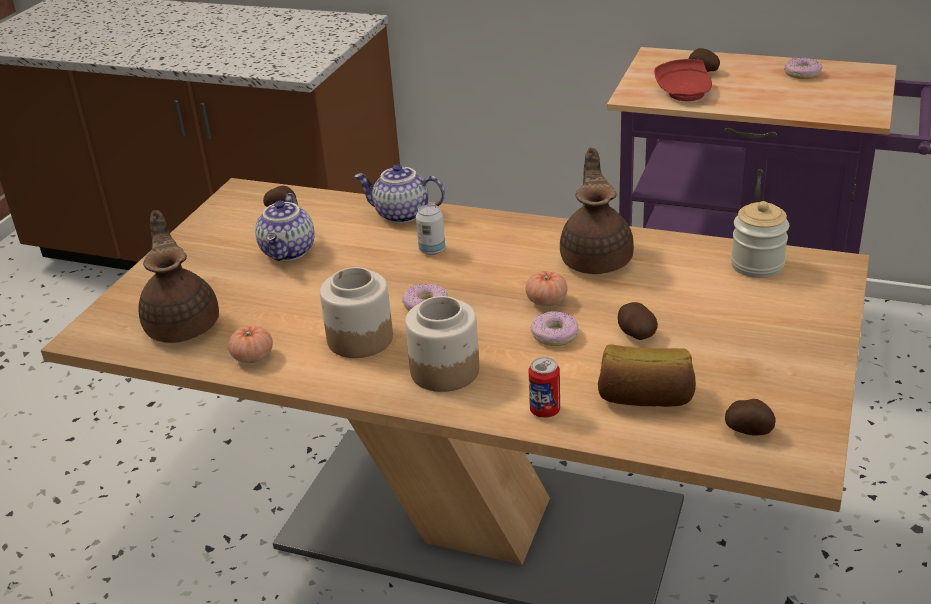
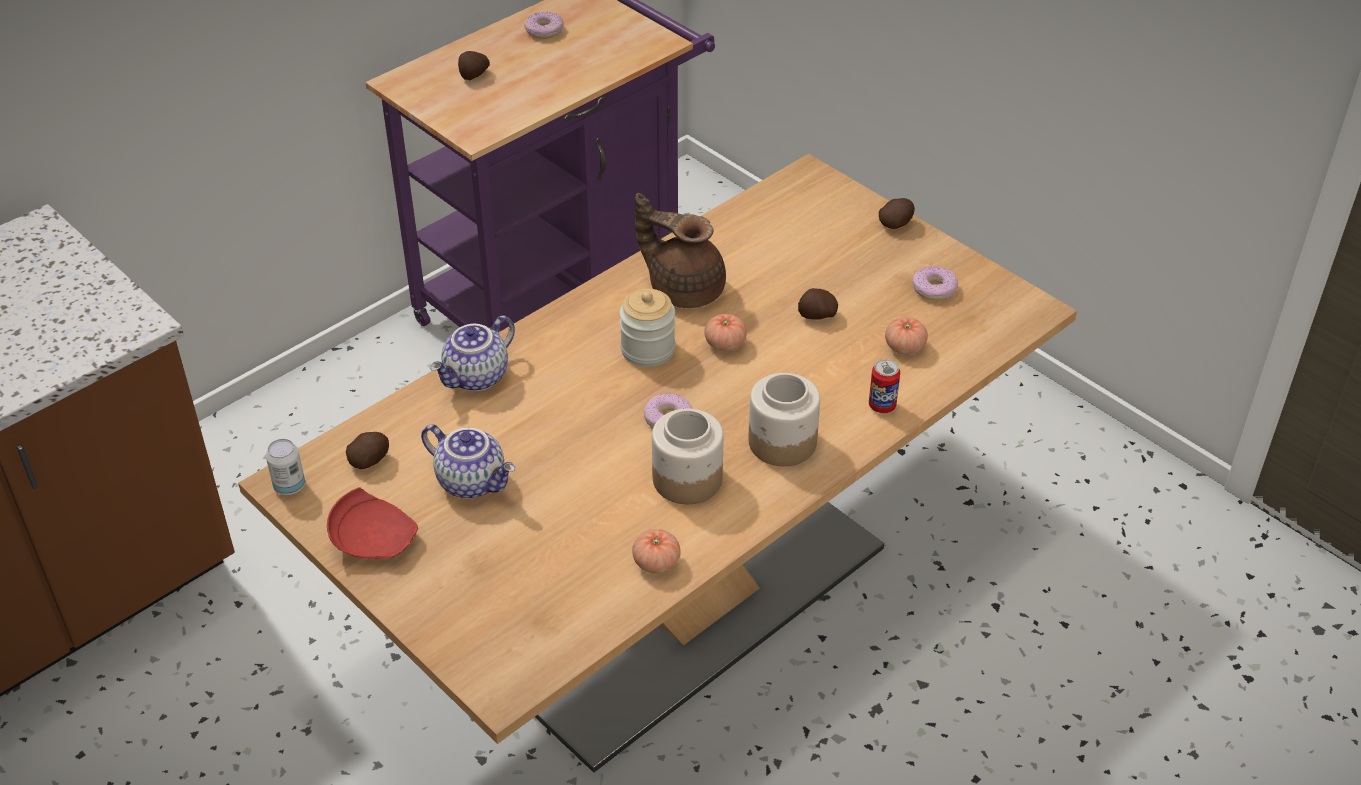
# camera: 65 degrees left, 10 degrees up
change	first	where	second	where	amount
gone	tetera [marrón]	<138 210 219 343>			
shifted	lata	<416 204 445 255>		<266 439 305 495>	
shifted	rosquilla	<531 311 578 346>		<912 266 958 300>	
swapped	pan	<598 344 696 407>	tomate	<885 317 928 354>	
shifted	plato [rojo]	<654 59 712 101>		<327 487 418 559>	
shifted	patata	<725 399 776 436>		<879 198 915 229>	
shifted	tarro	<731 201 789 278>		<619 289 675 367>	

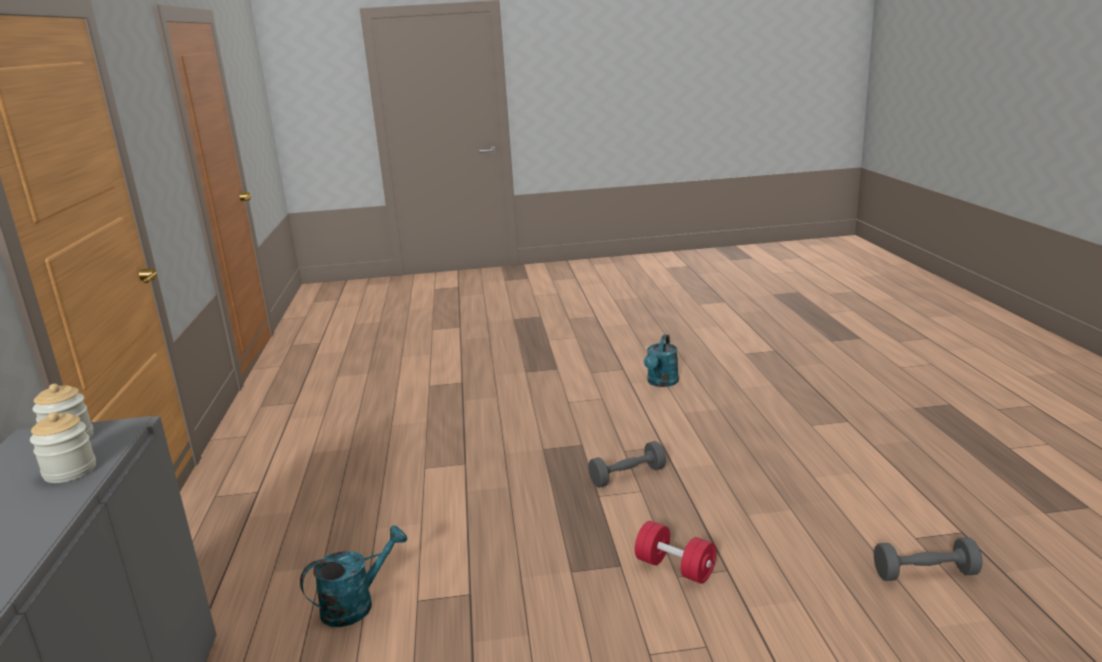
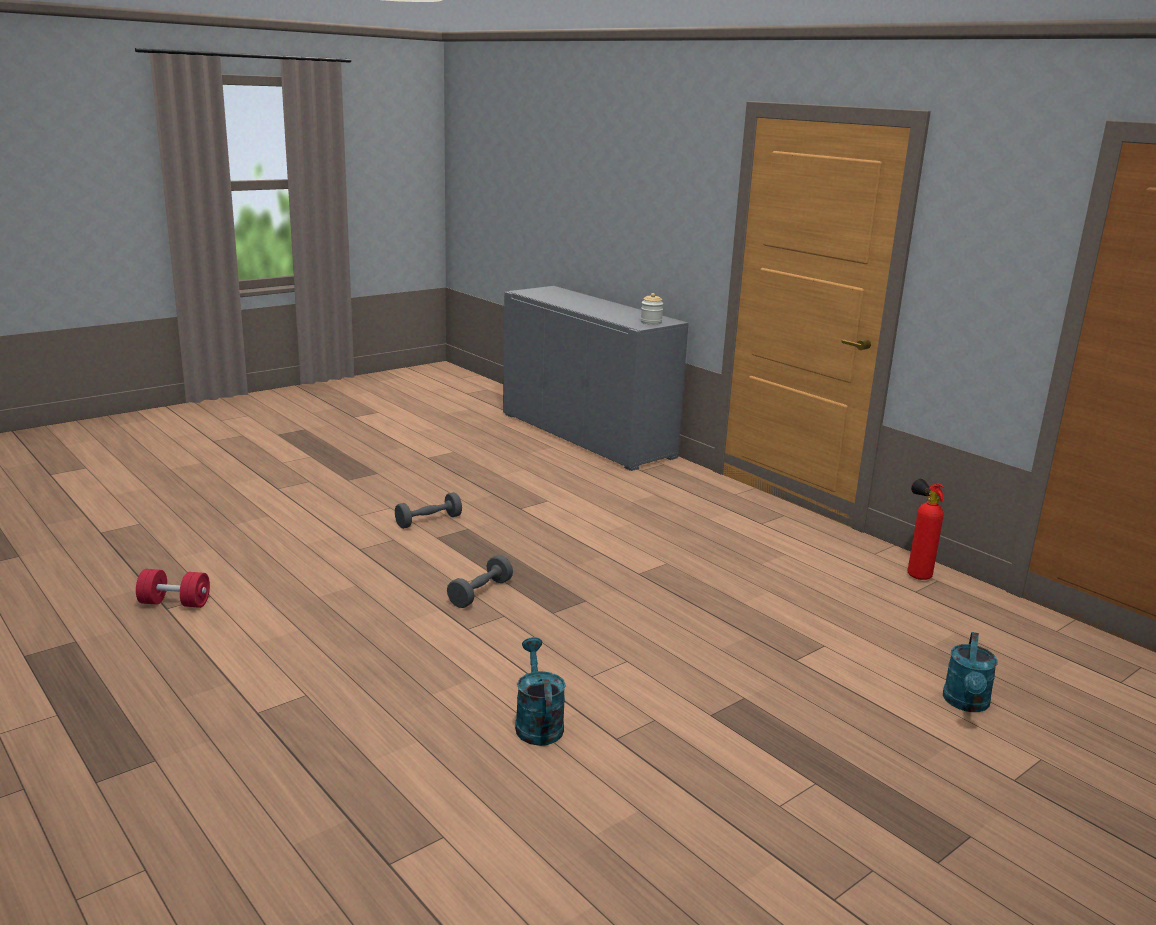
# camera: 145 degrees right, 0 degrees up
change	first	where	second	where	amount
gone	tarro	<30 412 96 483>			
shifted	regadera [turquesa]	<300 525 407 627>		<943 632 998 712>	
shifted	mancuerna [rojo]	<635 521 716 584>		<136 569 210 608>	
shifted	mancuerna [gris]	<874 537 982 581>		<395 492 462 529>	
new			extintor	<907 478 944 580>	

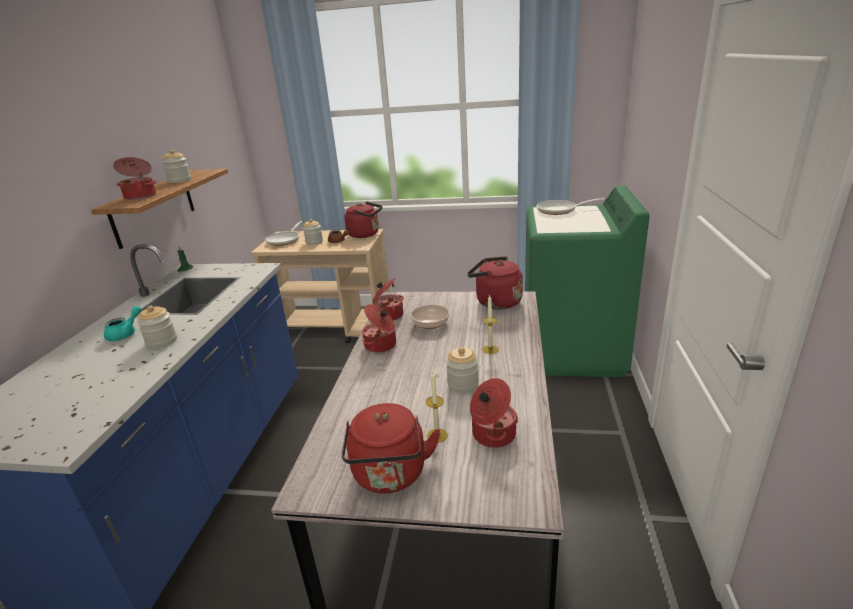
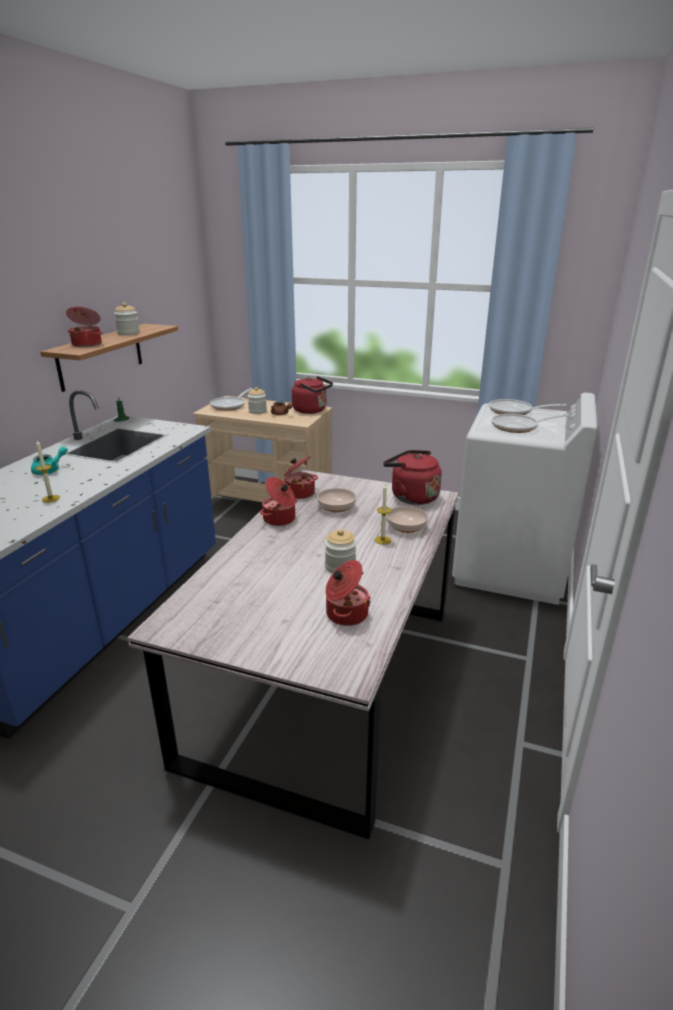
# camera: 10 degrees right, 0 degrees up
change	first	where	second	where	amount
gone	tarro	<137 306 177 349>			
gone	hervidor [rojo]	<342 403 440 494>			
shifted	vela	<426 371 448 443>		<36 440 60 503>	
repainted	lavadora [verde]	<525 185 650 377>	lavadora [blanco]	<452 393 598 605>	
new			cuenco	<386 506 429 533>	
new			sartén	<491 414 569 433>	

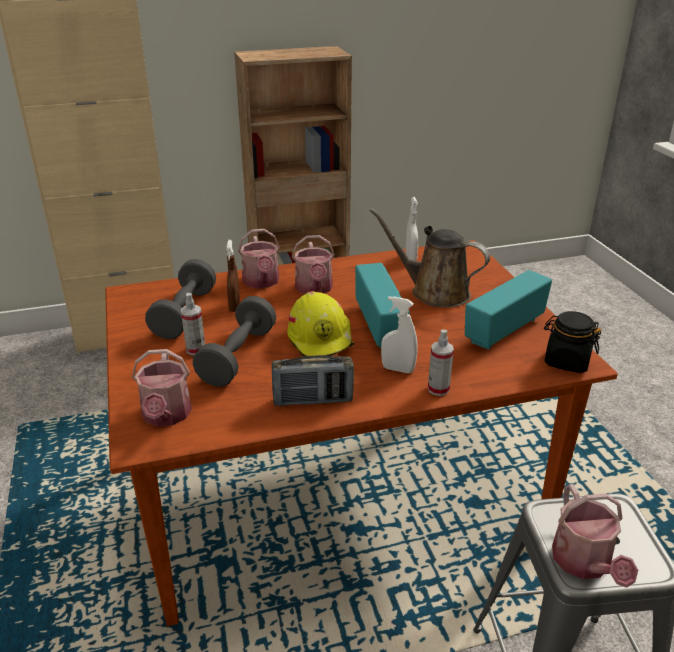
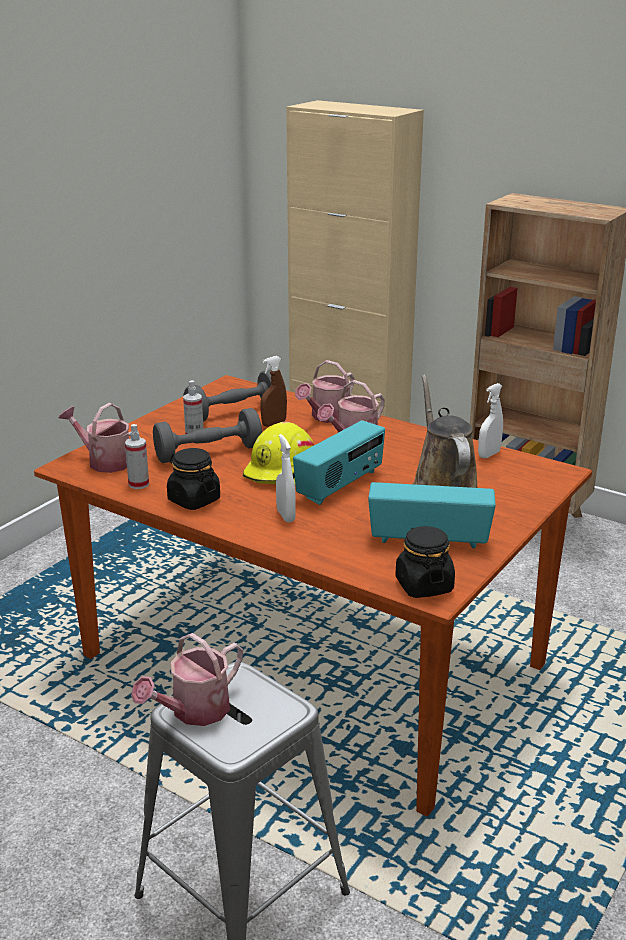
# camera: 50 degrees right, 5 degrees down
change	first	where	second	where	amount
rotated	regadera	<132 349 192 427>		<59 403 141 473>	75 degrees clockwise
swapped	radio	<272 355 354 406>	tarro [negro]	<167 448 220 510>	
shifted	pulverizador	<428 329 454 396>		<125 424 149 489>	

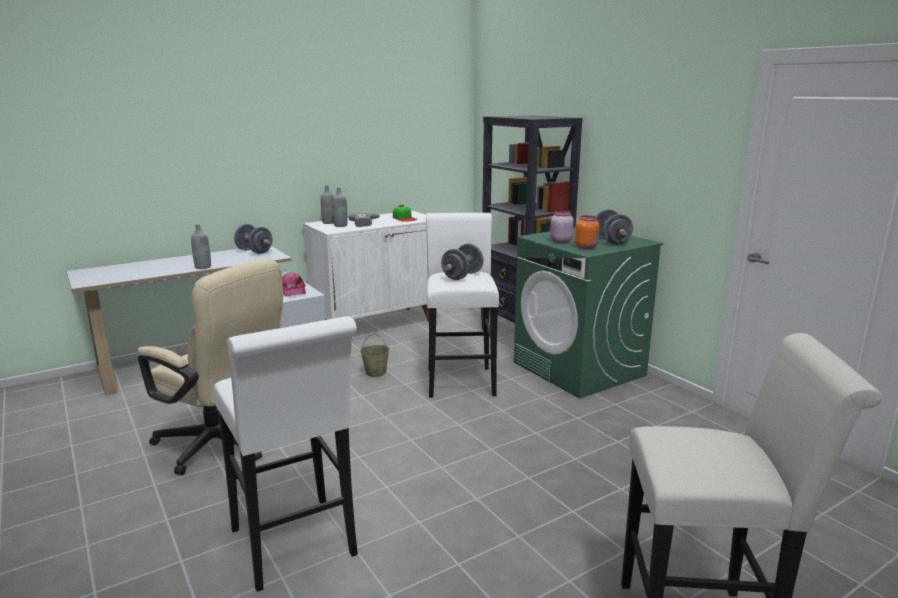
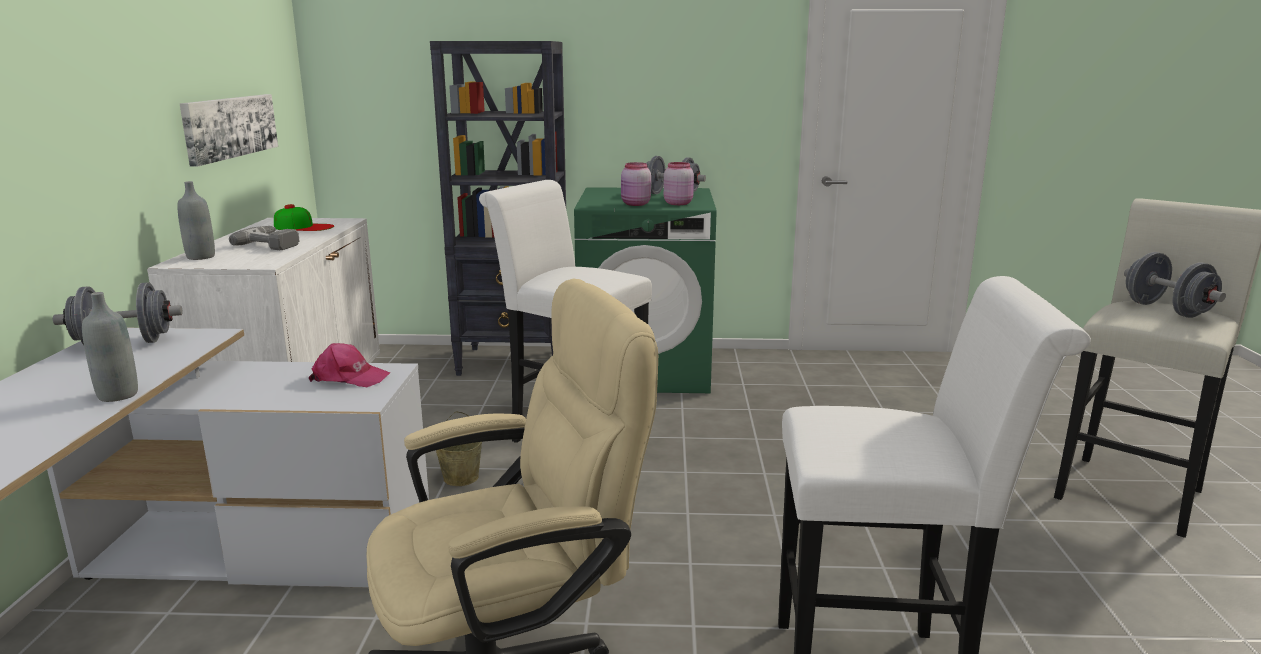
# camera: 55 degrees left, 0 degrees up
change	first	where	second	where	amount
gone	botella [gris]	<332 187 348 227>			
shifted	mancuerna [gris]	<441 243 483 280>		<1124 252 1226 318>	
repainted	tarro [naranja]	<575 215 599 249>	tarro [rosa]	<664 162 694 205>	
new			cuadro	<180 94 278 167>	

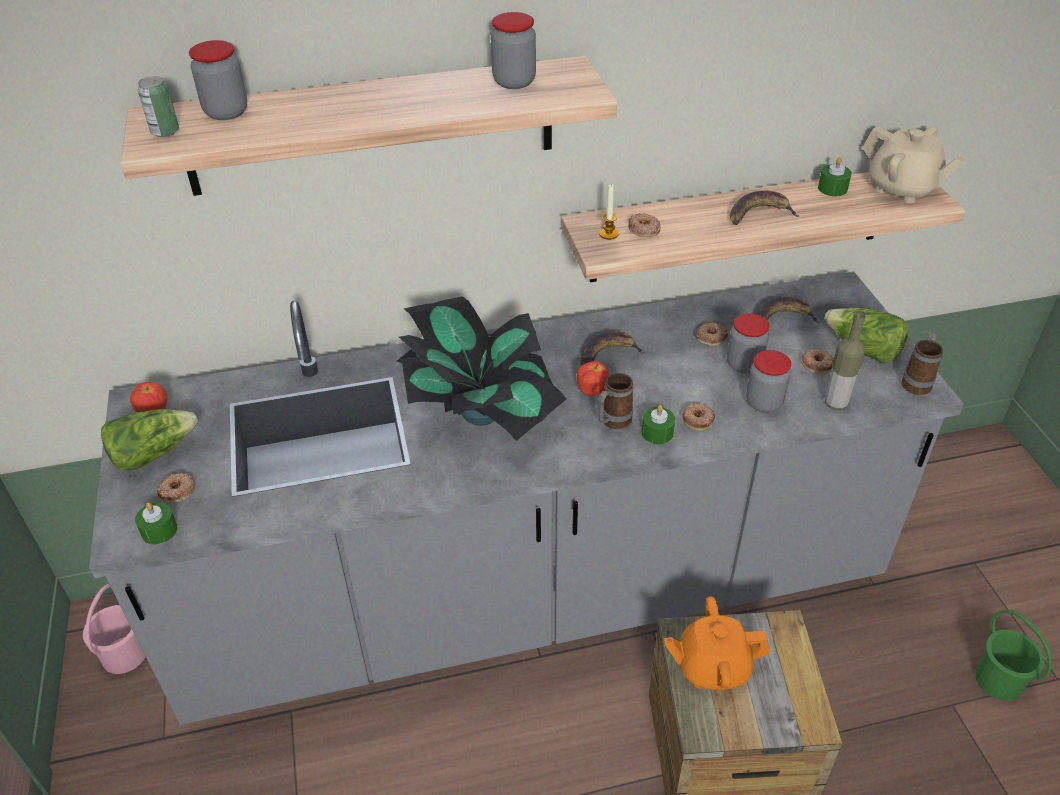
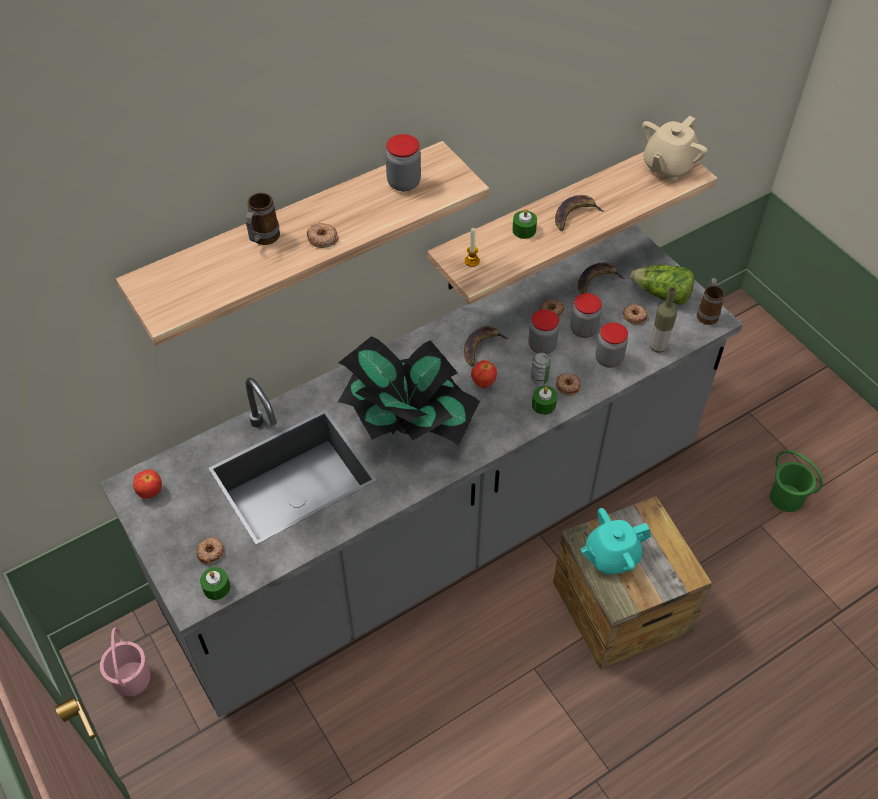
# camera: 20 degrees left, 10 degrees up
change	first	where	second	where	amount
gone	lechuga	<101 409 198 471>			
shifted	lata	<138 76 179 137>		<531 353 551 385>	
shifted	tarro	<189 40 247 120>		<528 309 559 354>	
shifted	taza grande	<598 373 633 429>		<246 193 280 245>	
shifted	rosquilla	<628 213 660 237>		<306 222 338 248>	
repainted	tetera [naranja]	<664 596 770 690>	tetera [turquesa]	<580 508 651 574>	
shifted	vela [verde]	<818 157 852 196>		<512 209 537 239>	
rotated	tetera [beis]	<862 126 966 203>		<642 116 708 181>	105 degrees clockwise

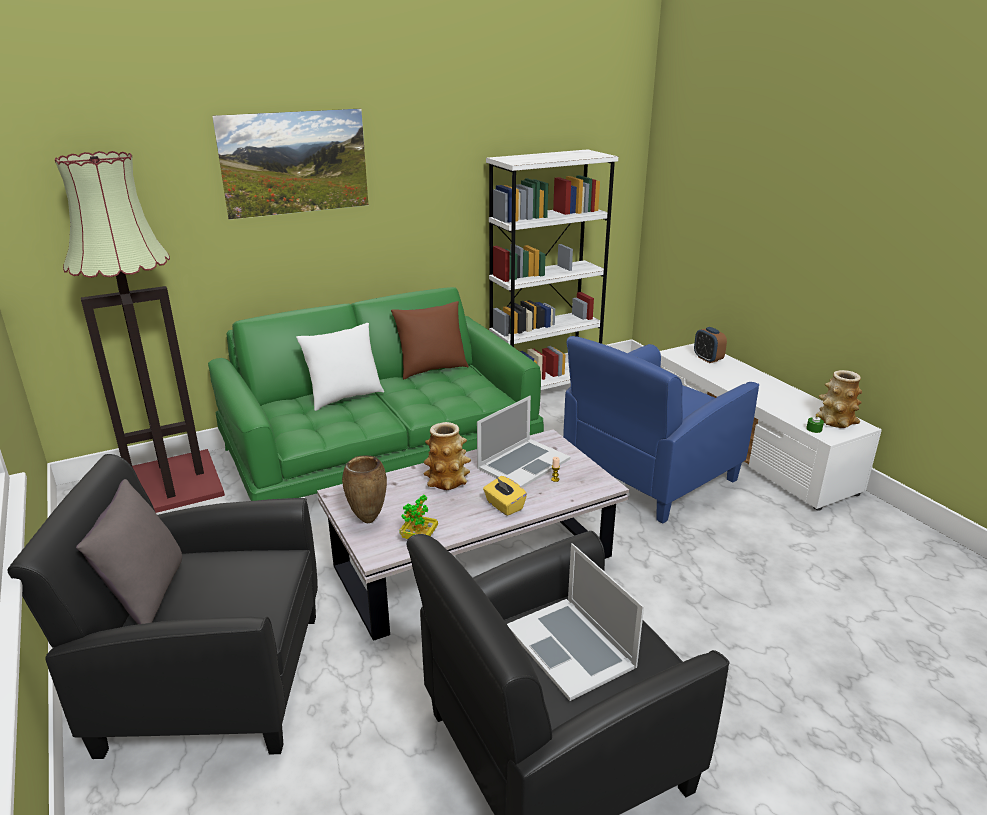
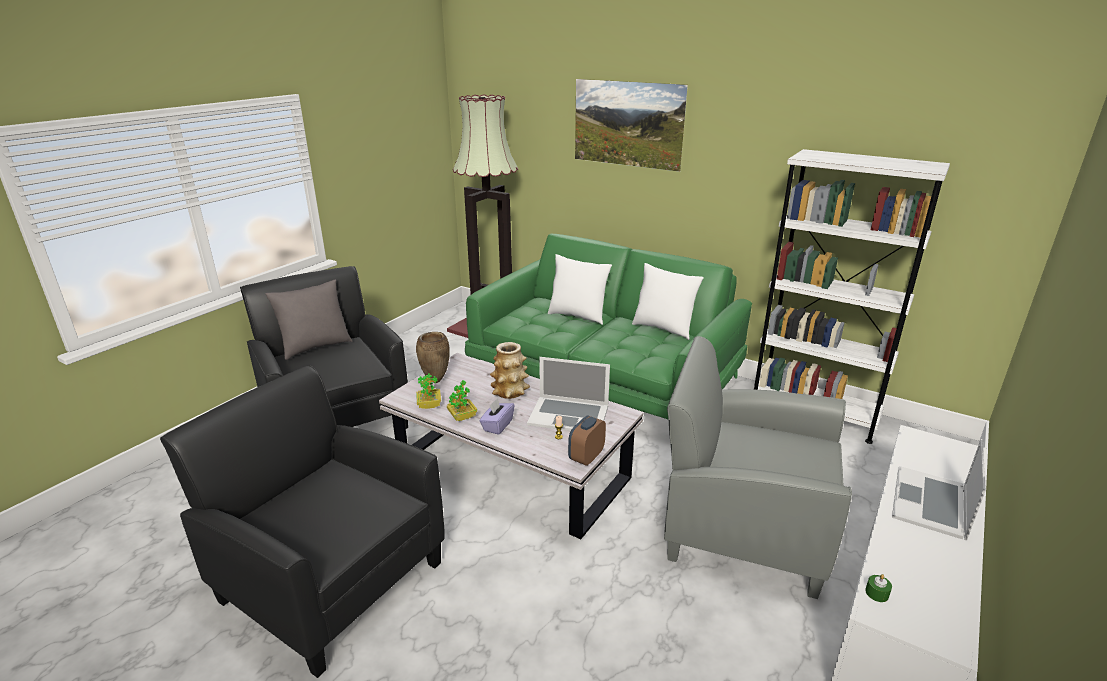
# camera: 60 degrees right, 0 degrees up
change	first	where	second	where	amount
repainted	cojín [marrón]	<391 301 469 379>	cojín [blanco]	<632 263 704 340>	
repainted	caja de pañuelos [amarillo]	<483 476 527 516>	caja de pañuelos [morado]	<480 398 515 435>	
shifted	portátil	<507 543 644 701>		<892 439 986 540>	
repainted	sillón [azul]	<563 336 759 524>	sillón [gris]	<664 336 852 599>	
shifted	despertador	<694 327 727 363>		<568 415 606 466>	
gone	florero	<816 370 862 428>			
new			planta en maceta	<447 380 477 421>	

